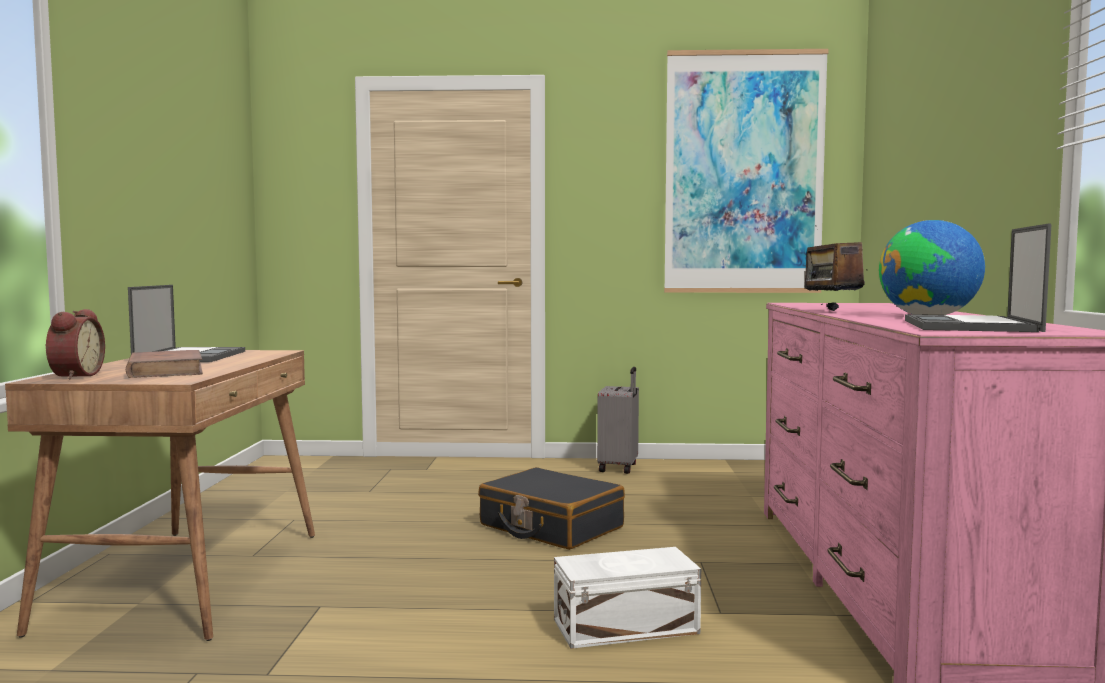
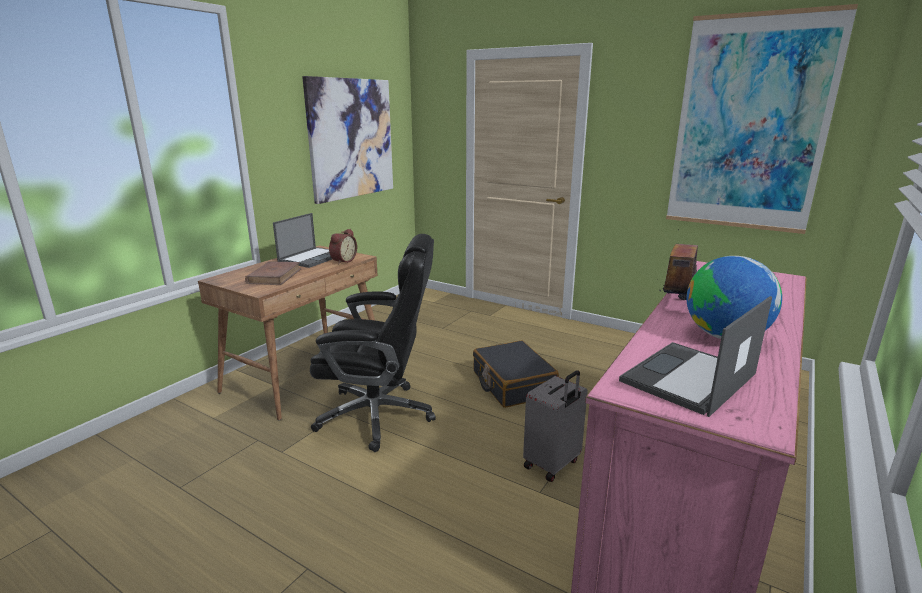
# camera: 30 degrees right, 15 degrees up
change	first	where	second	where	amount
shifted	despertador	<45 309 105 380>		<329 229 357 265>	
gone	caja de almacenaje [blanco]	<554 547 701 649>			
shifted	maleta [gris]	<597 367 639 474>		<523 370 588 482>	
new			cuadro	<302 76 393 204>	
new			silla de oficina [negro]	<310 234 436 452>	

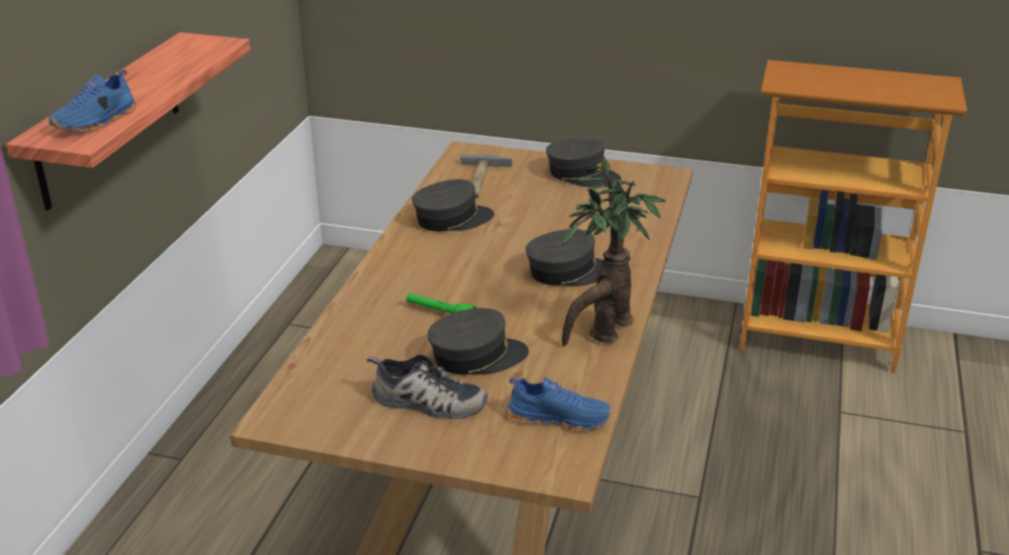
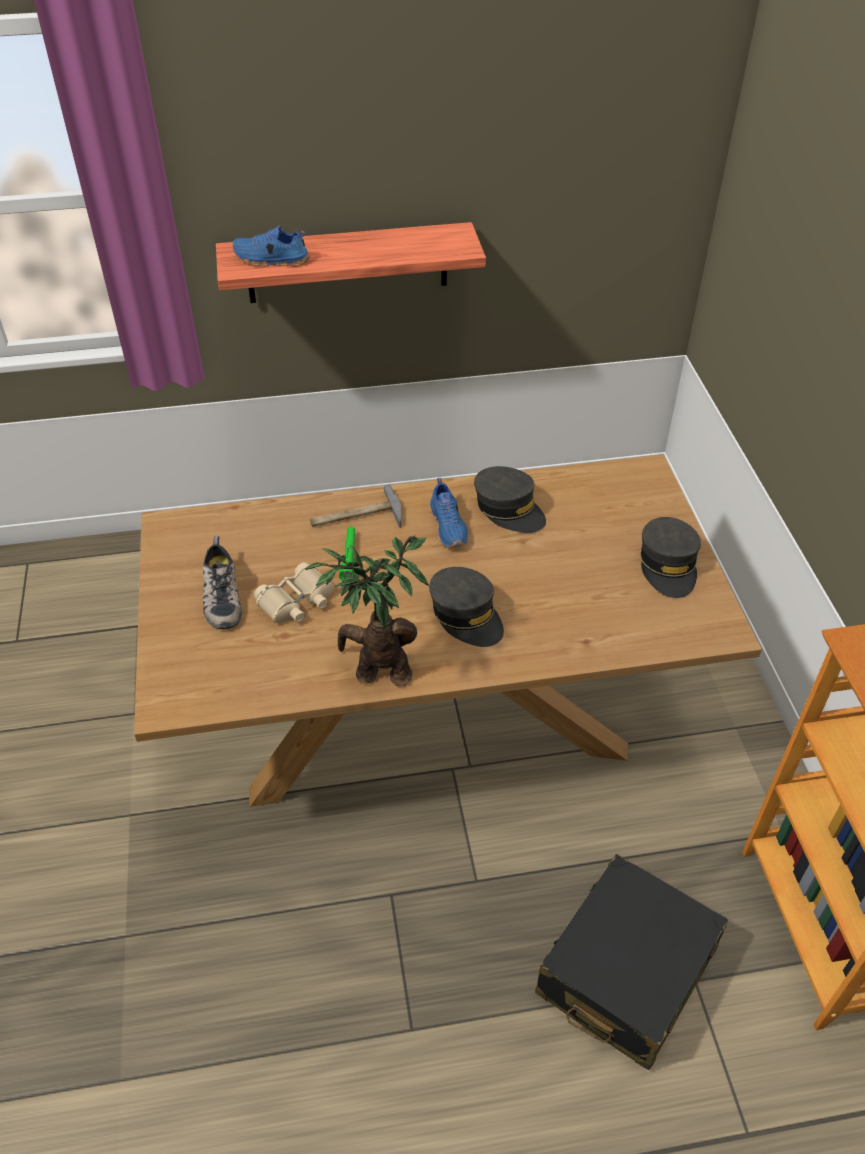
# camera: 65 degrees right, 15 degrees up
change	first	where	second	where	amount
swapped	gorra [gris]	<427 308 529 374>	prismáticos [beis]	<254 562 334 623>	
shifted	martillo	<461 154 512 198>		<310 485 401 528>	
shifted	zapato [azul]	<506 376 612 432>		<429 478 468 547>	
new			maleta [negro]	<535 854 728 1070>	

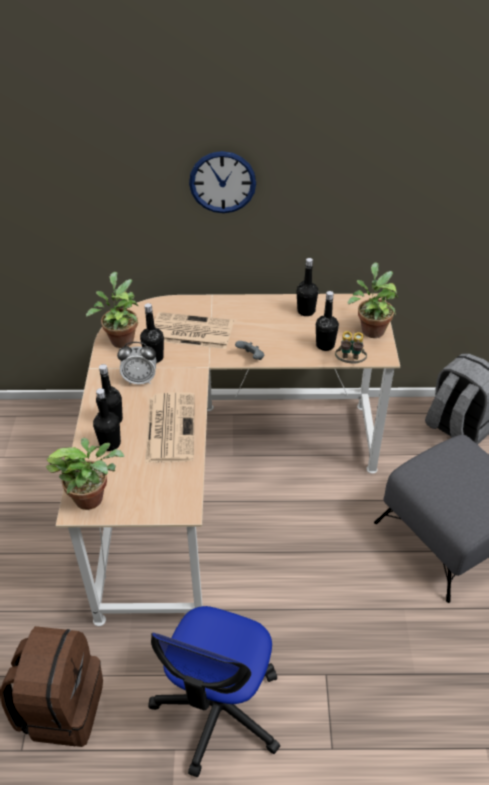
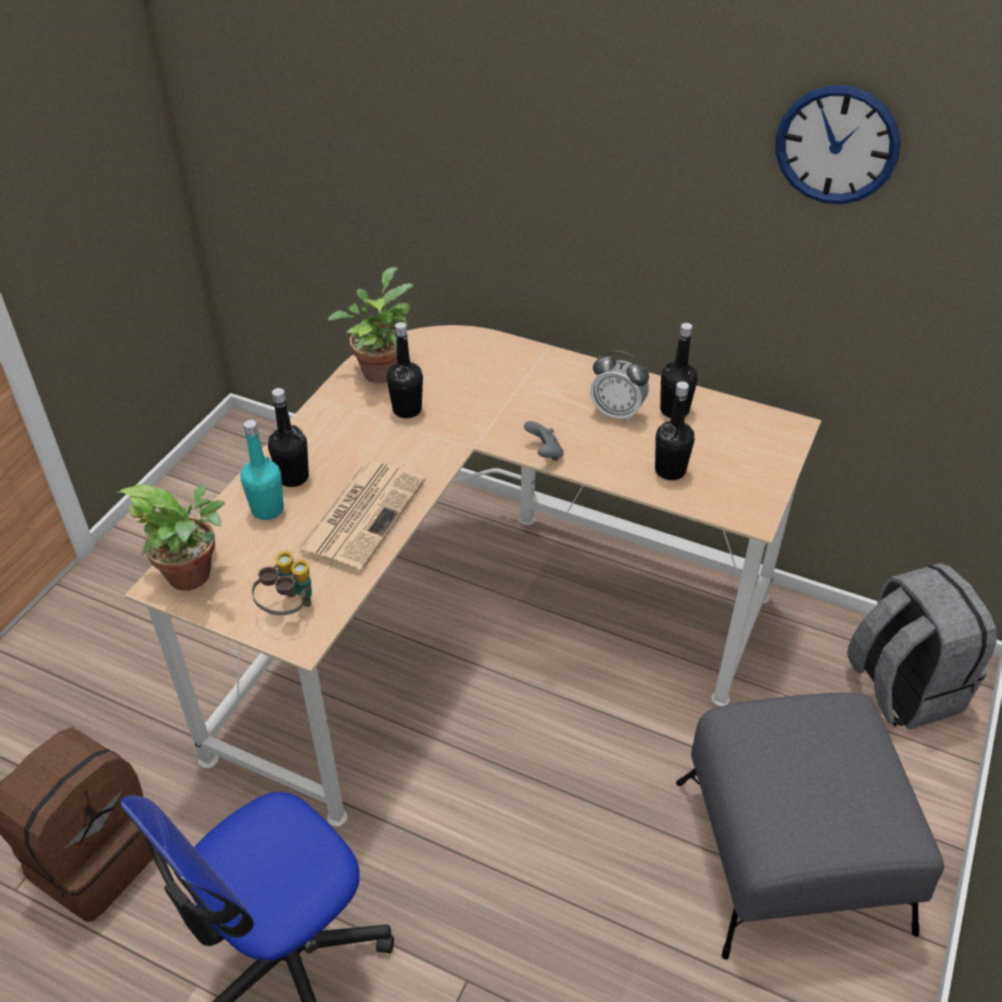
# camera: 25 degrees right, 0 degrees up
change	first	where	second	where	amount
repainted	botella [negro]	<93 388 121 451>	botella [turquesa]	<240 420 284 520>	
shifted	despertador	<117 342 157 385>		<590 351 649 423>	
gone	periódico	<154 312 234 349>			
shifted	reloj de pared	<189 151 256 213>		<775 85 901 204>	
shifted	prismáticos	<335 331 367 363>		<252 551 312 615>	
gone	planta en maceta	<347 262 398 338>			

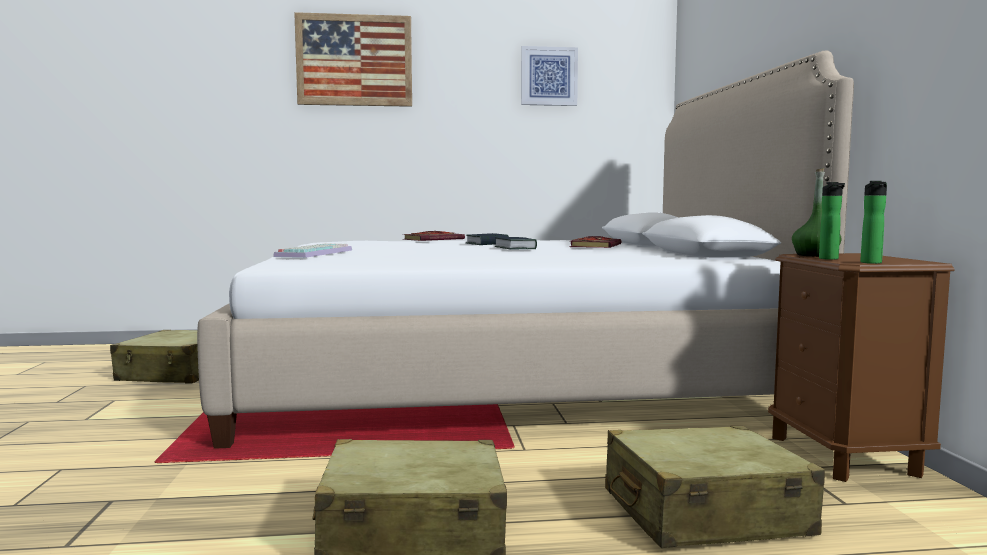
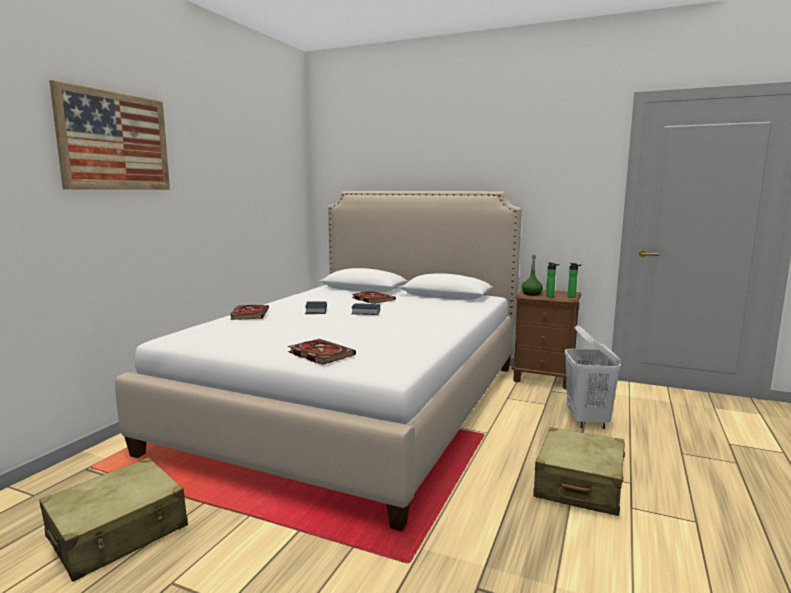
# camera: 60 degrees left, 5 degrees up
change	first	where	second	where	amount
swapped	teclado	<273 244 352 258>	libro	<288 339 356 365>	
gone	cuadro	<521 46 578 106>			
swapped	maleta [beis]	<605 425 825 548>	cesto de la ropa [blanco]	<564 325 621 429>	

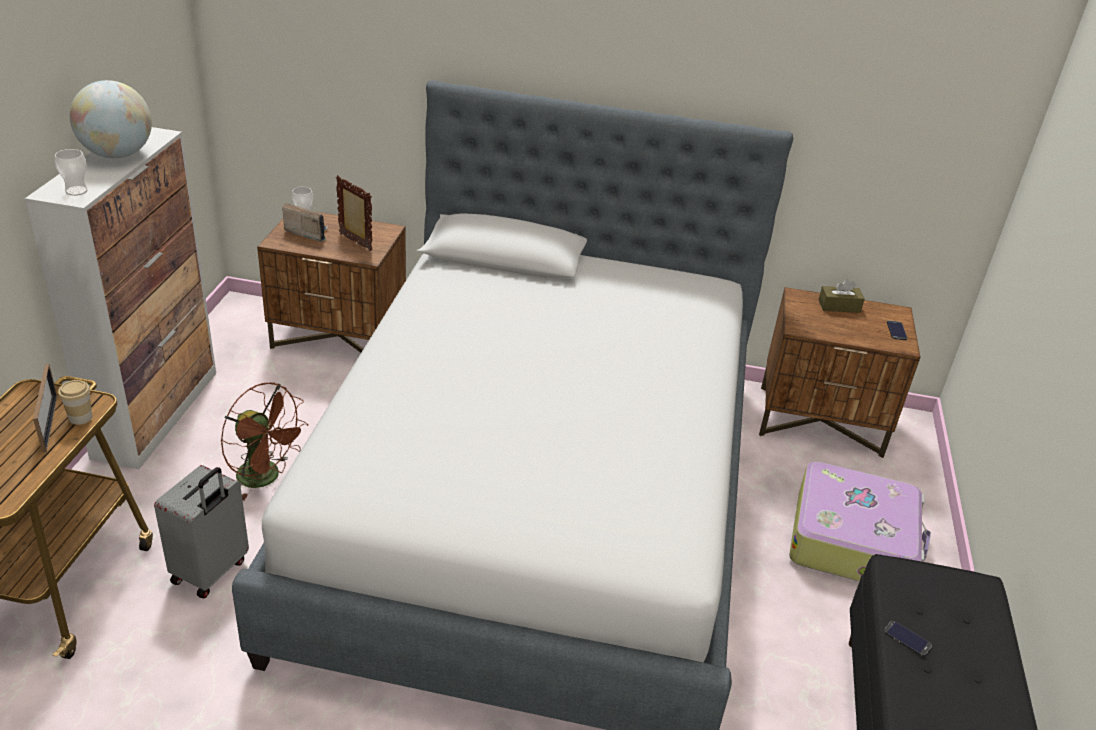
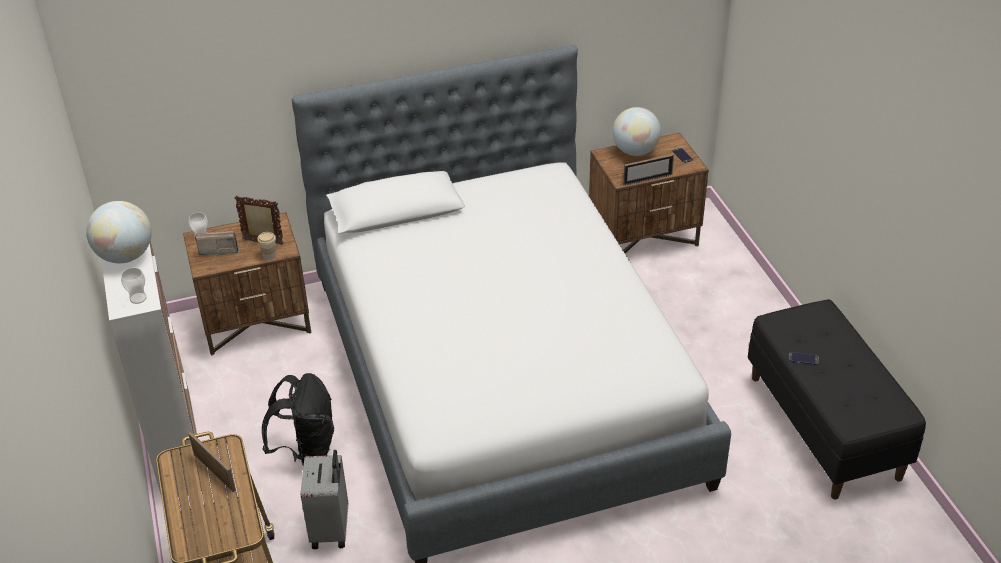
# camera: 25 degrees left, 5 degrees up
change	first	where	second	where	amount
shifted	taza	<58 380 92 425>		<257 232 276 260>	
swapped	ventilador [marrón]	<221 382 308 501>	mochila [negro]	<262 373 334 466>	
gone	maleta	<789 462 931 581>			
swapped	caja de pañuelos [marrón]	<819 279 865 313>	globo terráqueo	<612 107 661 156>	
new			portarretratos	<623 154 674 186>	

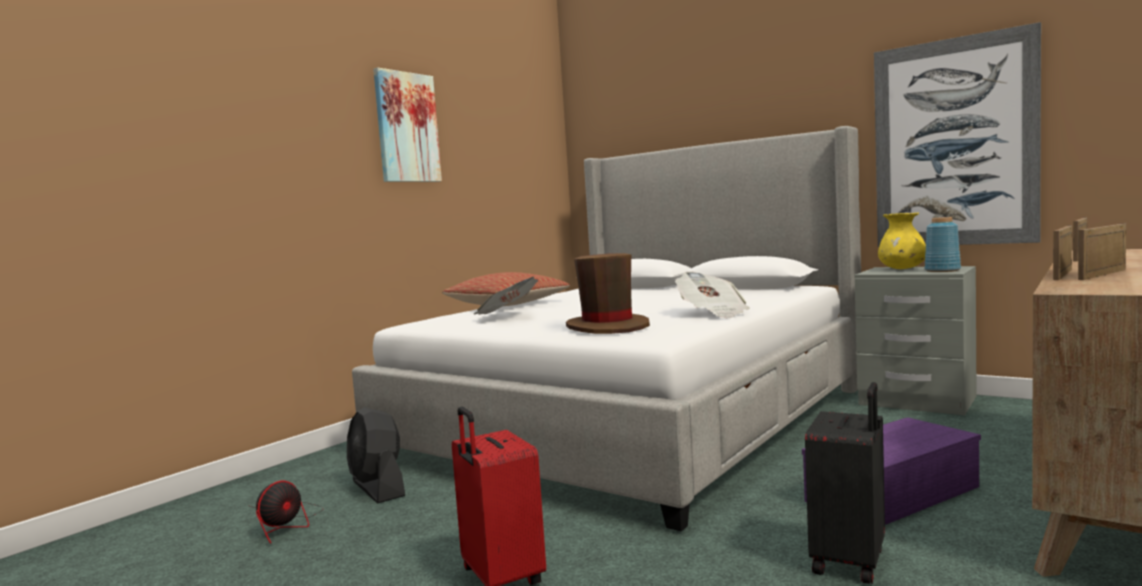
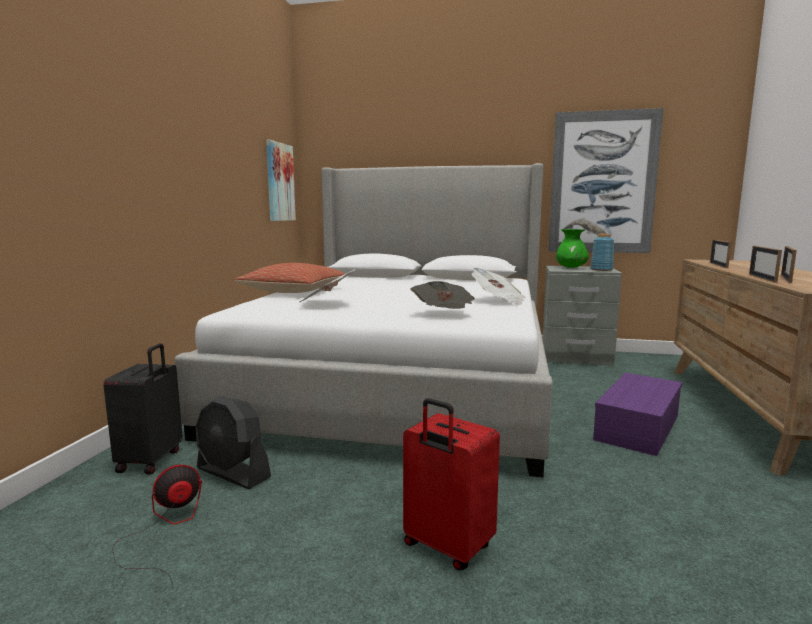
# camera: 25 degrees left, 5 degrees up
change	first	where	second	where	amount
rotated	ventilador	<250 481 324 544>		<112 464 202 584>	135 degrees counterclockwise
shifted	cuadro	<373 67 442 182>		<266 140 296 221>	
swapped	sombrero [marrón]	<566 253 650 334>	periódico	<410 281 475 309>	
shifted	maleta [negro]	<805 382 885 584>		<103 343 183 474>	
repainted	florero [amarillo]	<878 212 926 269>	florero [verde]	<556 229 588 268>	

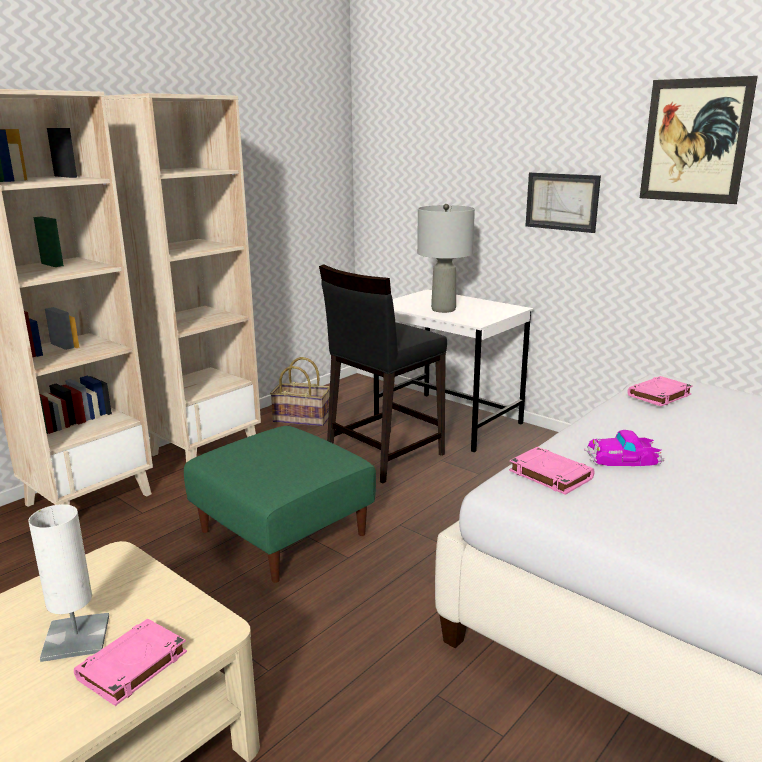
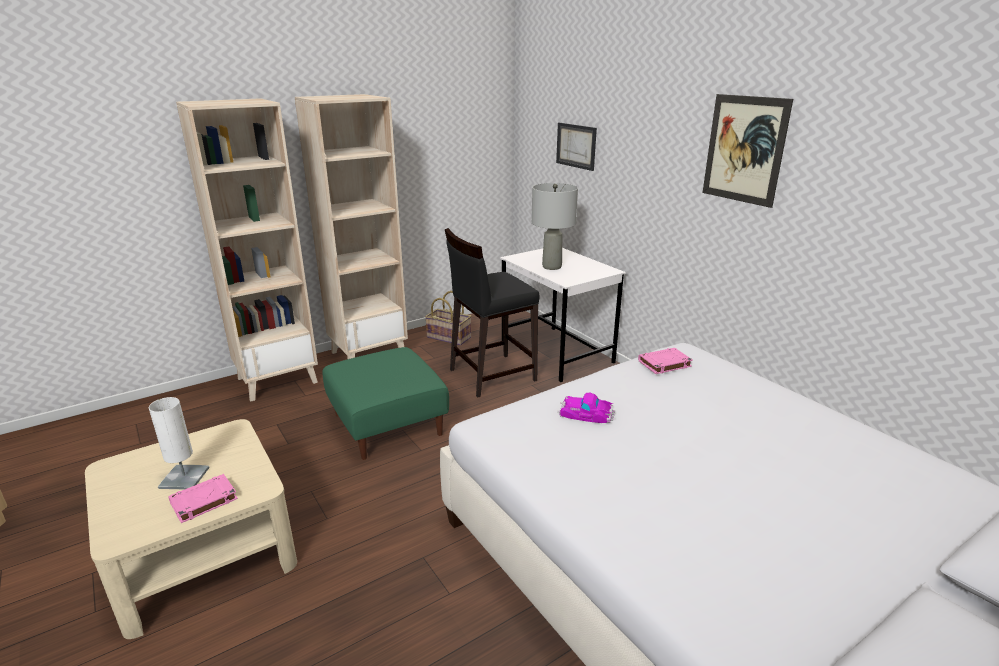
# camera: 15 degrees right, 5 degrees up
change	first	where	second	where	amount
gone	libro [rosa]	<509 447 594 495>			
shifted	cuadro	<526 172 601 233>		<556 123 597 171>	

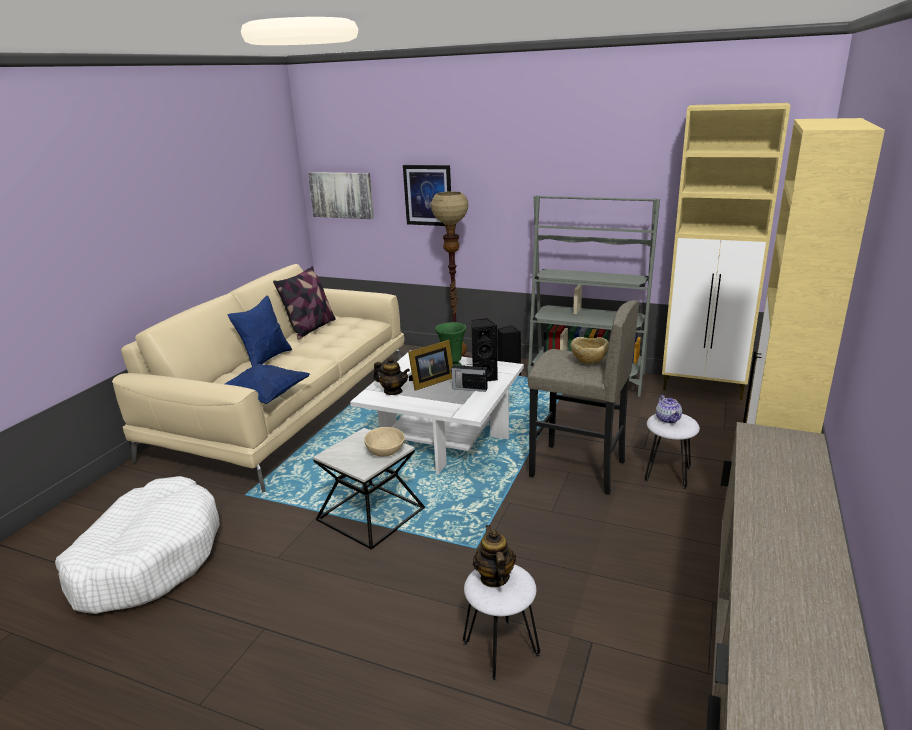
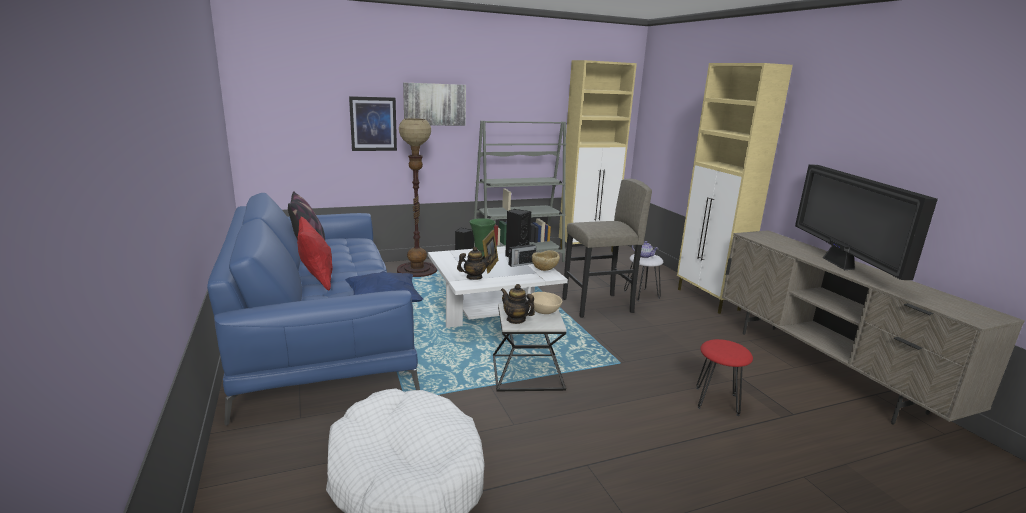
# camera: 45 degrees left, 5 degrees down
change	first	where	second	where	amount
repainted	sofá [beis]	<112 264 404 493>	sofá [azul]	<207 193 420 426>	
repainted	cojín [azul]	<228 295 292 367>	cojín [rojo]	<297 216 333 291>	
shifted	cuadro	<308 172 374 219>		<403 83 466 126>	
repainted	taburete [blanco]	<463 564 540 681>	taburete [rojo]	<696 339 753 416>	
shifted	tetera	<473 525 516 588>		<501 284 535 324>	
shifted	cuenco [beis]	<570 337 609 364>		<532 250 560 271>	
new			televisor	<795 164 938 280>	

